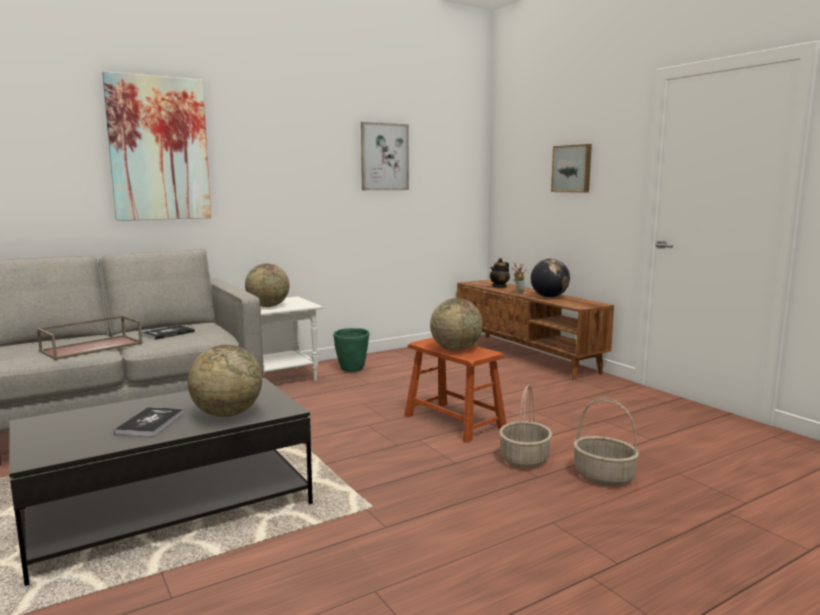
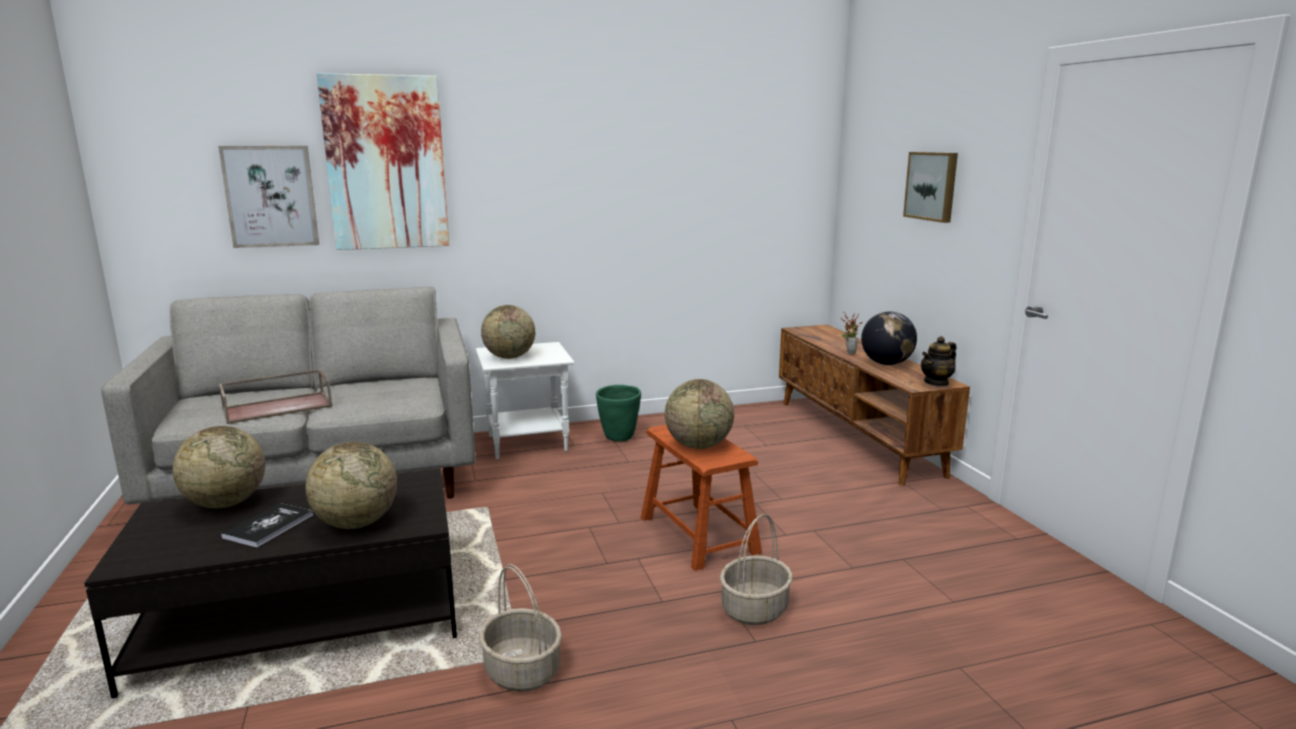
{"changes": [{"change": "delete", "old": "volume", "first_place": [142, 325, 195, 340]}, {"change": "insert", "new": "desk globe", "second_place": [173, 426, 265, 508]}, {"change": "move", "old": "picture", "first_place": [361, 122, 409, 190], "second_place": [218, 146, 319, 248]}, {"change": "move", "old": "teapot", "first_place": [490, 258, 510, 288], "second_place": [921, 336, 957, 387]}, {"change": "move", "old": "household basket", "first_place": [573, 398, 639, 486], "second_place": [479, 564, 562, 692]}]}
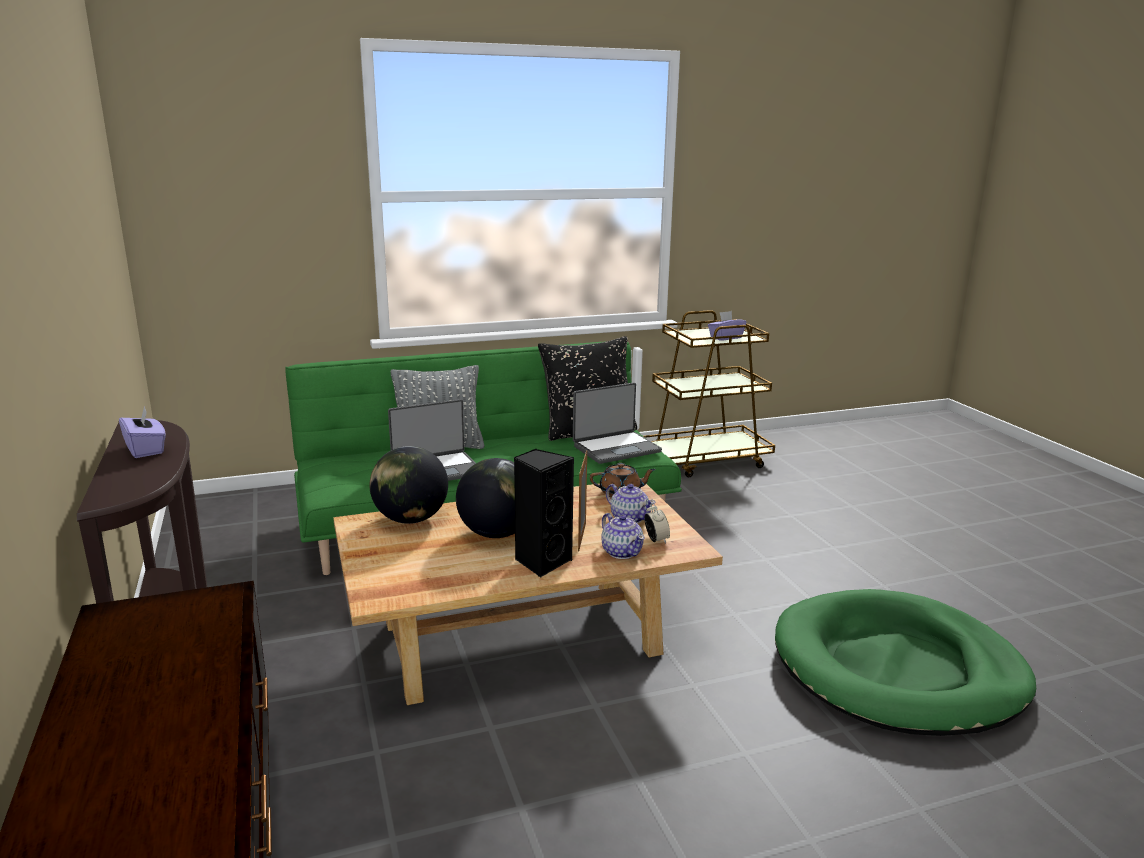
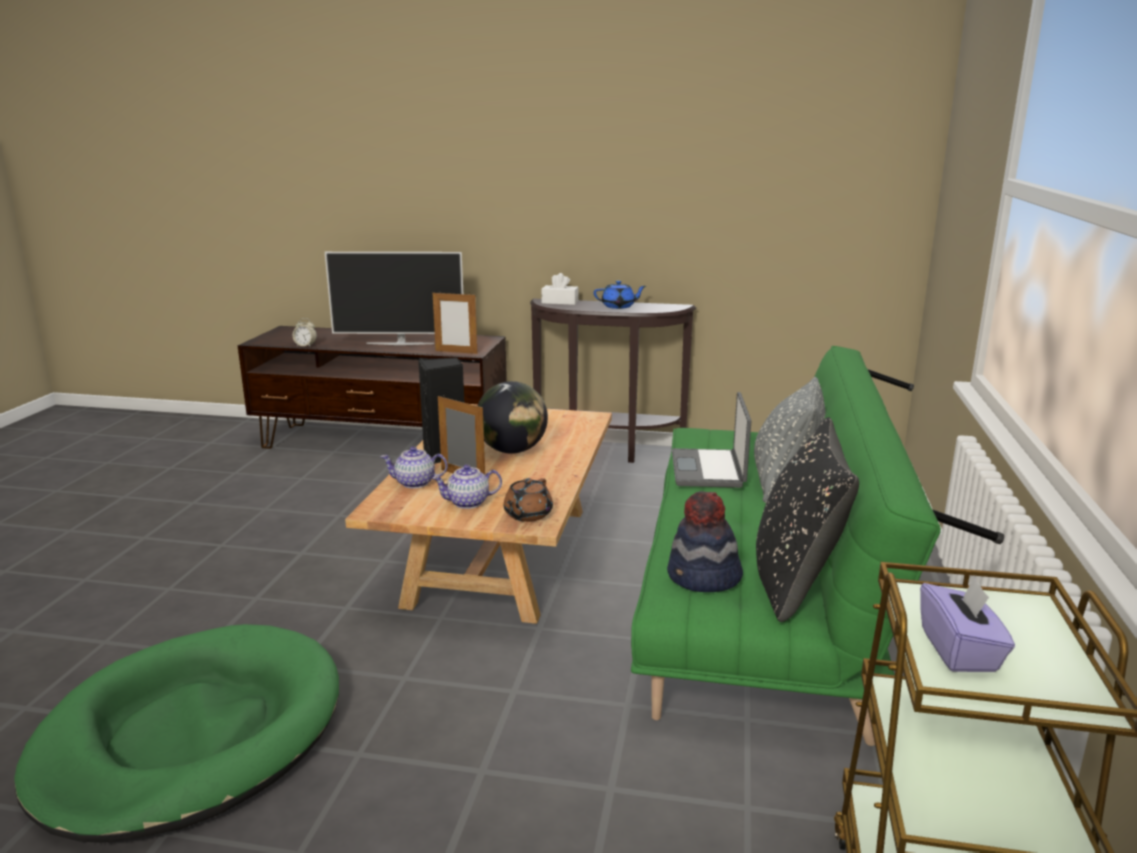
{"changes": [{"change": "delete", "old": "desk globe", "first_place": [370, 446, 448, 524]}, {"change": "insert", "new": "television", "second_place": [325, 252, 463, 345]}, {"change": "insert", "new": "picture frame", "second_place": [433, 292, 477, 354]}, {"change": "insert", "new": "tissue holder (white)", "second_place": [541, 273, 579, 305]}, {"change": "move", "old": "table clock", "first_place": [645, 503, 670, 543], "second_place": [293, 318, 317, 347]}, {"change": "replace", "old": "tissue holder (purplish)", "new": "teapot (bluish)", "first_place": [119, 408, 166, 458], "second_place": [594, 281, 646, 309]}, {"change": "replace", "old": "portable computer", "new": "hat", "first_place": [573, 382, 662, 464], "second_place": [667, 491, 743, 592]}]}
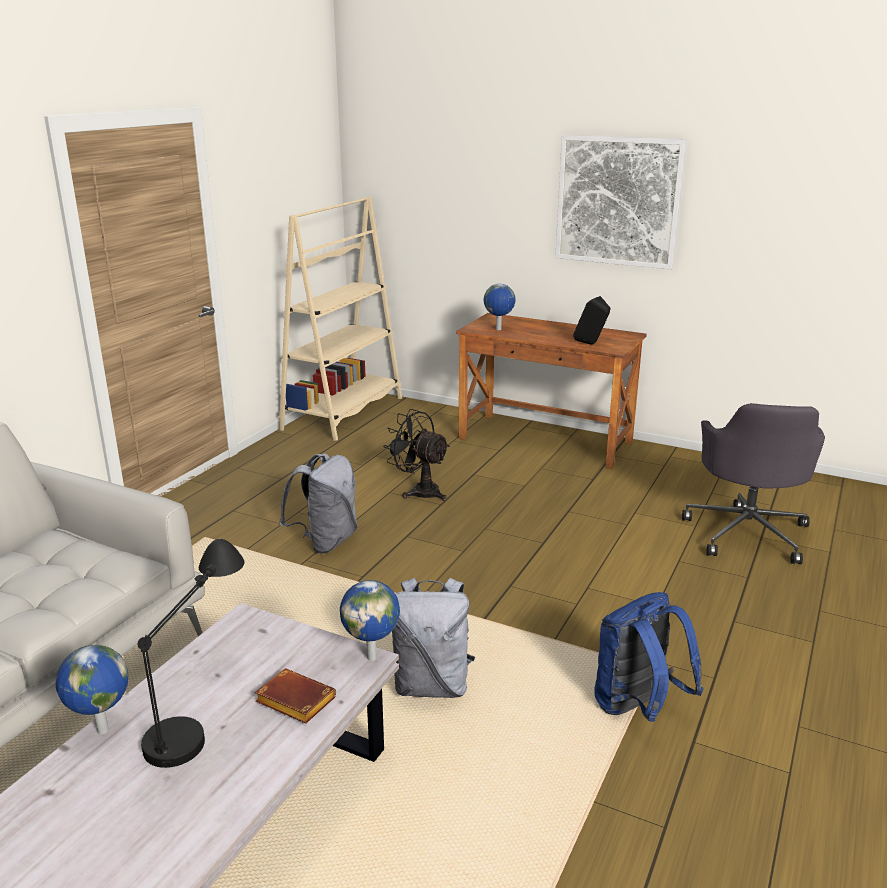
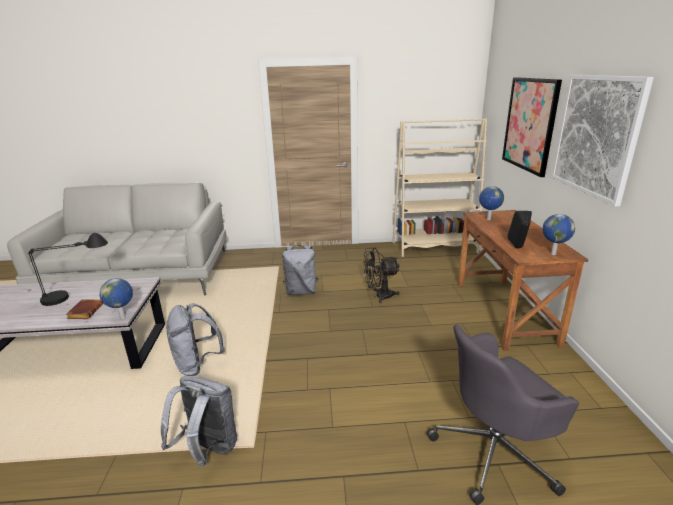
{"changes": [{"change": "insert", "new": "picture", "second_place": [502, 77, 562, 177]}, {"change": "move", "old": "desk globe", "first_place": [56, 645, 128, 734], "second_place": [542, 214, 575, 255]}, {"change": "recolor", "old": "knapsack (bluish)", "new": "knapsack (grey)", "first_place": [594, 592, 704, 722], "second_place": [161, 376, 237, 468]}, {"change": "rotate", "old": "cooling fan (black)", "first_place": [383, 409, 450, 501], "second_place": [363, 248, 400, 303], "degrees": -105}]}
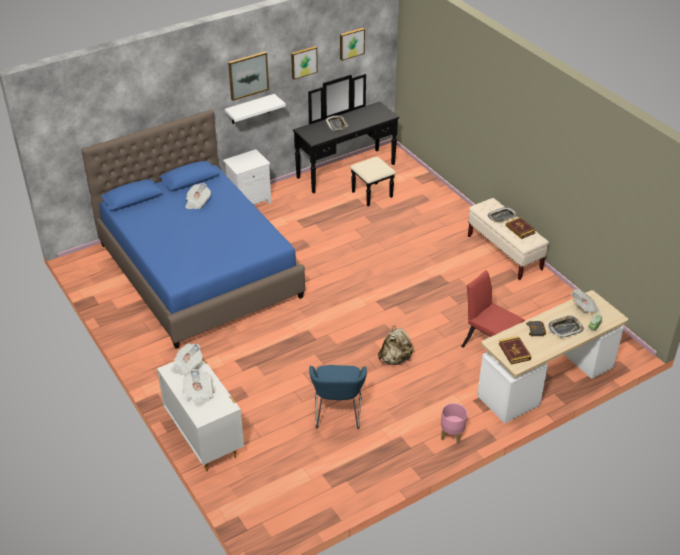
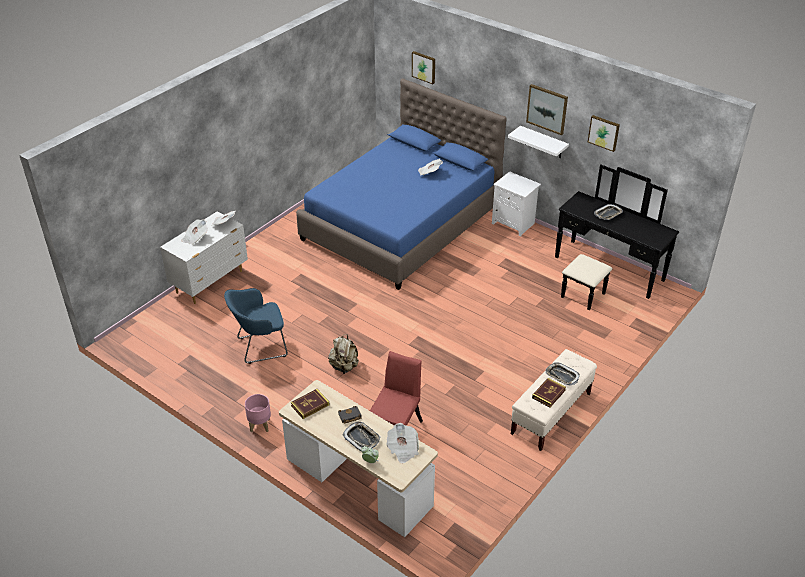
{"changes": [{"change": "move", "old": "picture", "first_place": [340, 28, 365, 61], "second_place": [412, 51, 435, 84]}]}
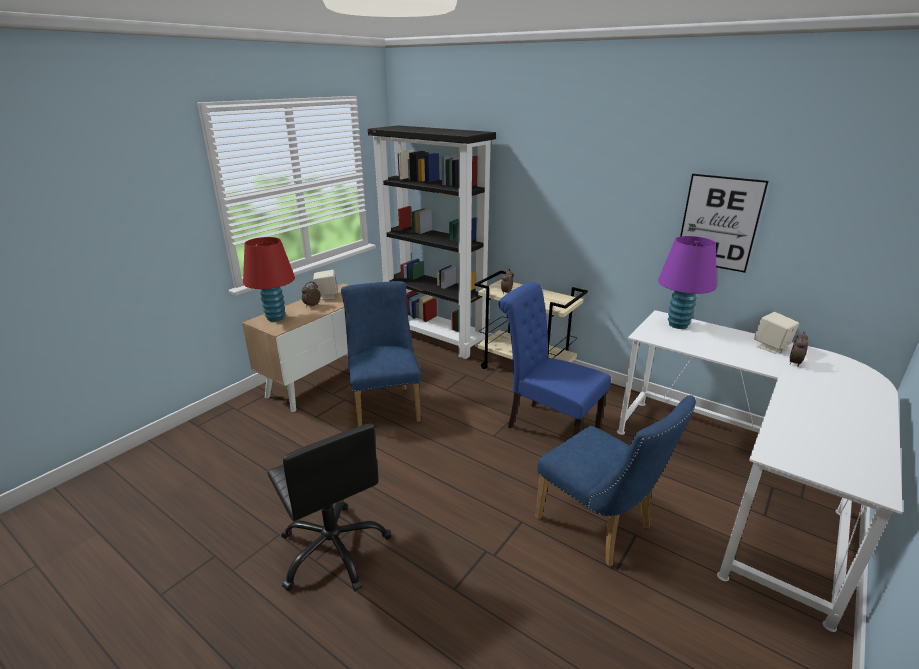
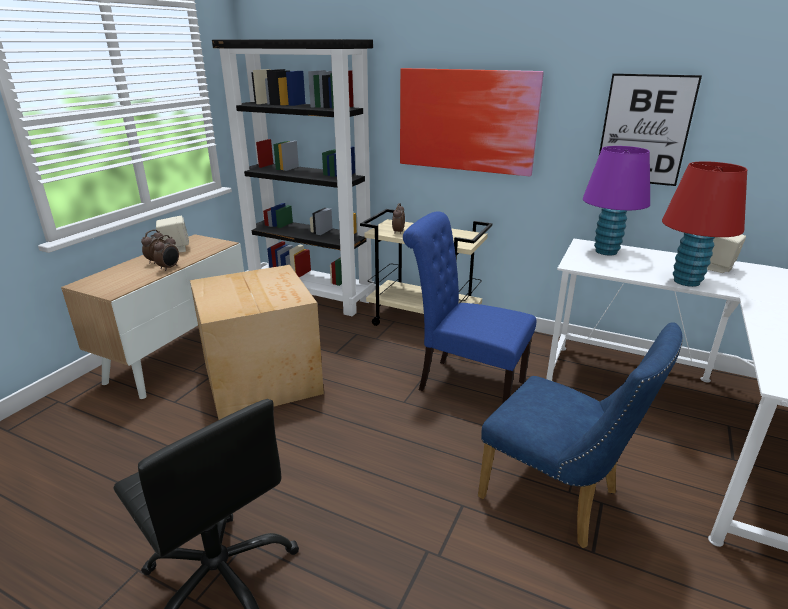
{"changes": [{"change": "insert", "new": "picture", "second_place": [400, 68, 544, 176]}, {"change": "move", "old": "tabletop lamp (reddish)", "first_place": [243, 237, 295, 322], "second_place": [662, 161, 747, 287]}, {"change": "move", "old": "table clock", "first_place": [790, 331, 808, 367], "second_place": [154, 235, 179, 271]}, {"change": "replace", "old": "chair (bluish)", "new": "cardboard box", "first_place": [341, 281, 421, 427], "second_place": [190, 265, 324, 420]}]}
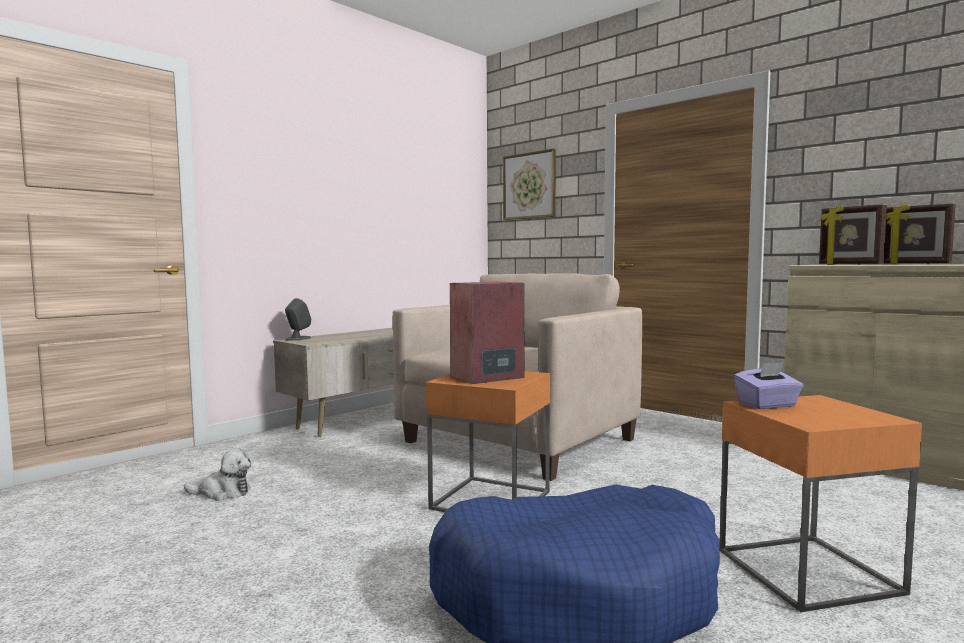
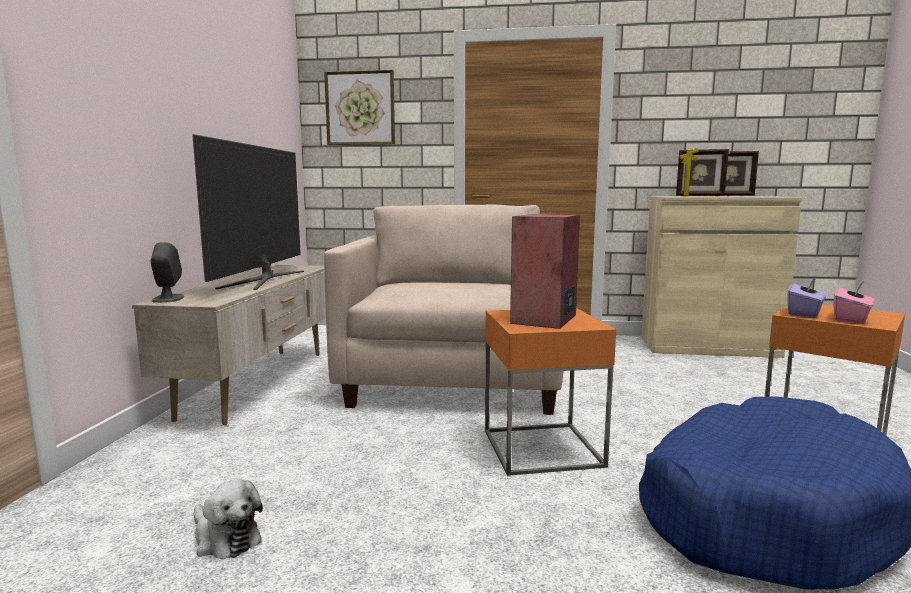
{"changes": [{"change": "insert", "new": "television", "second_place": [192, 134, 304, 290]}, {"change": "insert", "new": "tissue holder (pinkish)", "second_place": [833, 282, 874, 324]}, {"change": "rotate", "old": "soft toy", "first_place": [184, 448, 251, 501], "second_place": [194, 479, 263, 559], "degrees": 75}]}
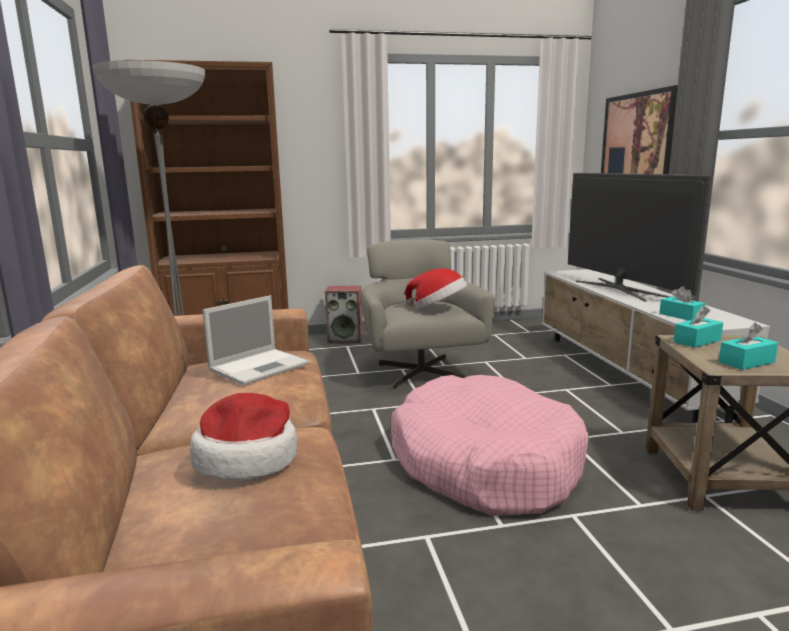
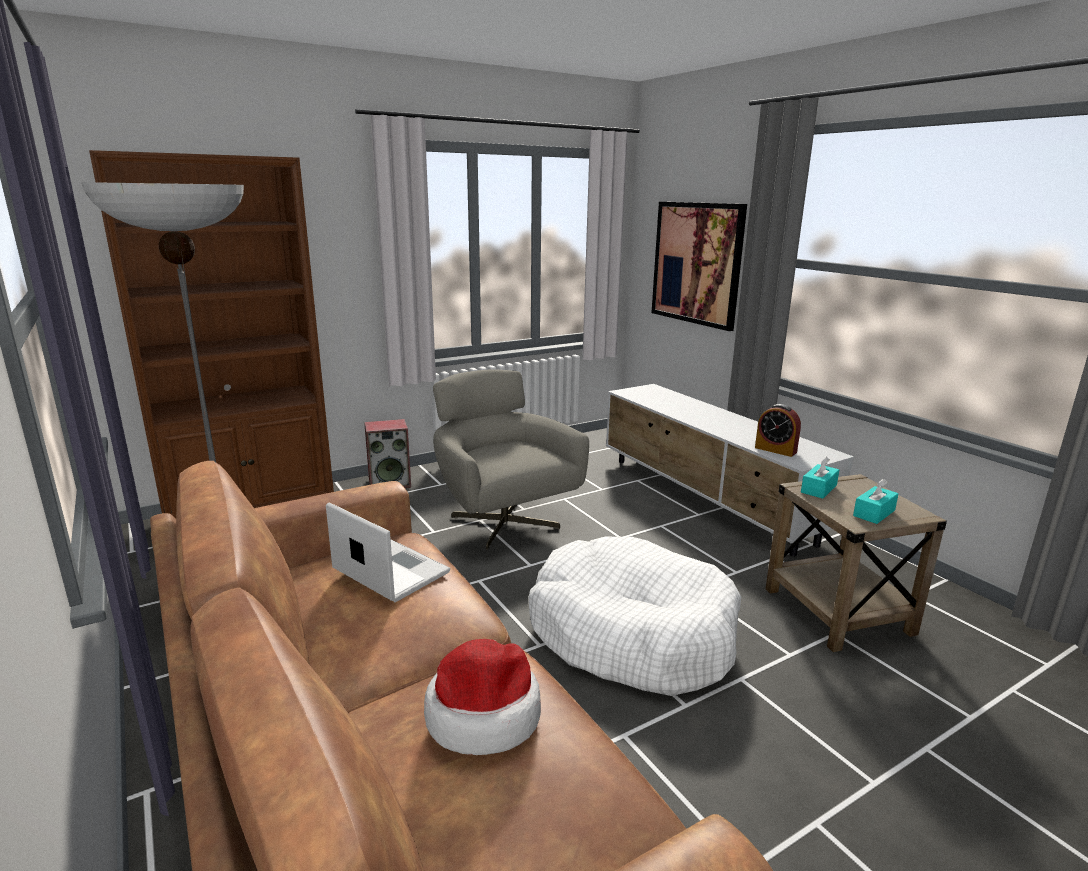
{"changes": [{"change": "delete", "old": "hat", "first_place": [405, 268, 467, 309]}, {"change": "delete", "old": "television", "first_place": [568, 173, 711, 302]}, {"change": "replace", "old": "tissue holder (turquoise)", "new": "table clock", "first_place": [659, 286, 705, 320], "second_place": [755, 404, 801, 457]}, {"change": "recolor", "old": "dog bed (pinkish)", "new": "dog bed (white)", "first_place": [391, 375, 589, 516], "second_place": [529, 536, 741, 696]}, {"change": "rotate", "old": "portable computer", "first_place": [202, 295, 310, 385], "second_place": [326, 502, 450, 602], "degrees": -75}]}
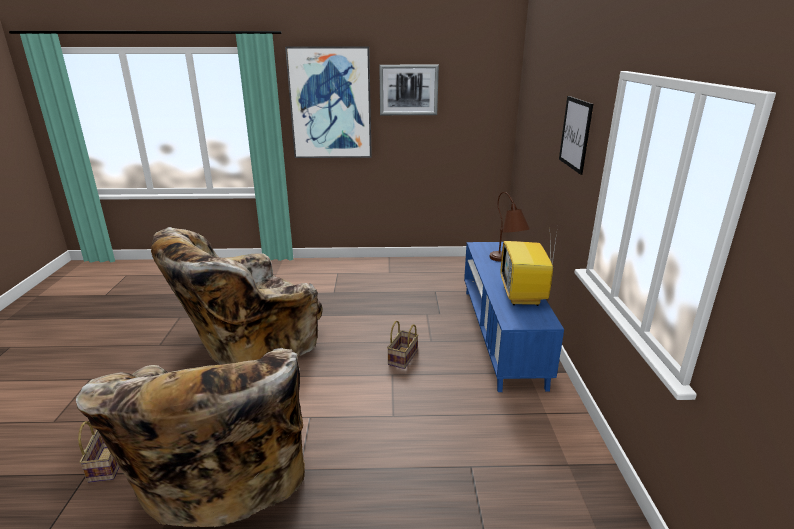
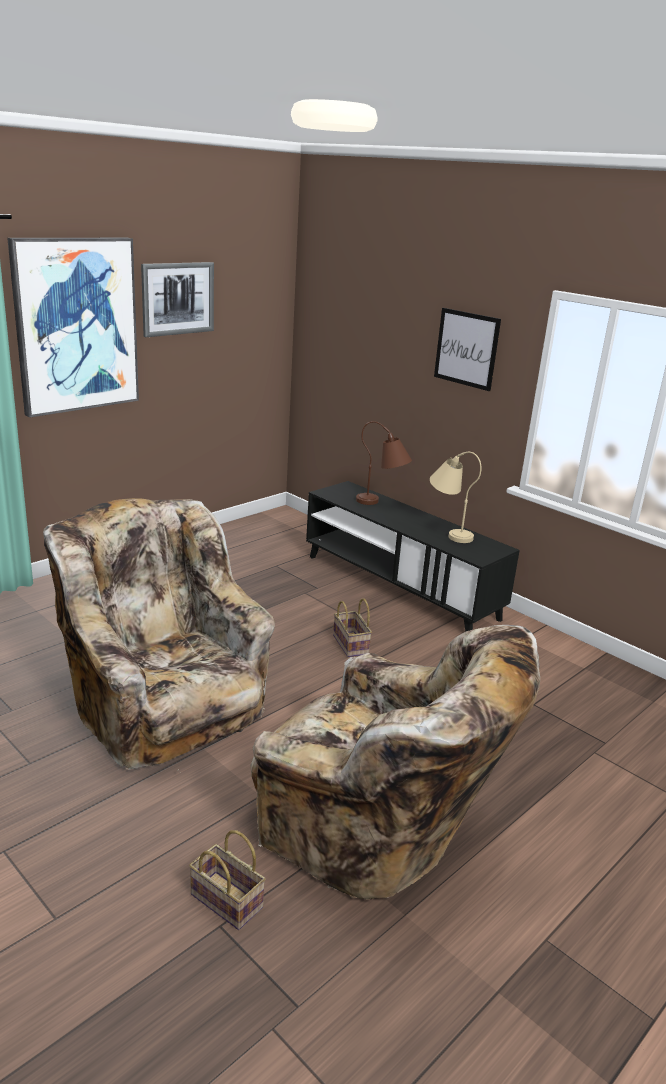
{"changes": [{"change": "replace", "old": "television", "new": "tabletop lamp (beige)", "first_place": [500, 226, 558, 306], "second_place": [430, 452, 482, 543]}, {"change": "recolor", "old": "media console (bluish)", "new": "media console (black)", "first_place": [464, 242, 564, 392], "second_place": [306, 481, 520, 632]}, {"change": "rotate", "old": "armchair (beige)", "first_place": [151, 227, 323, 365], "second_place": [43, 498, 275, 773], "degrees": 135}]}
